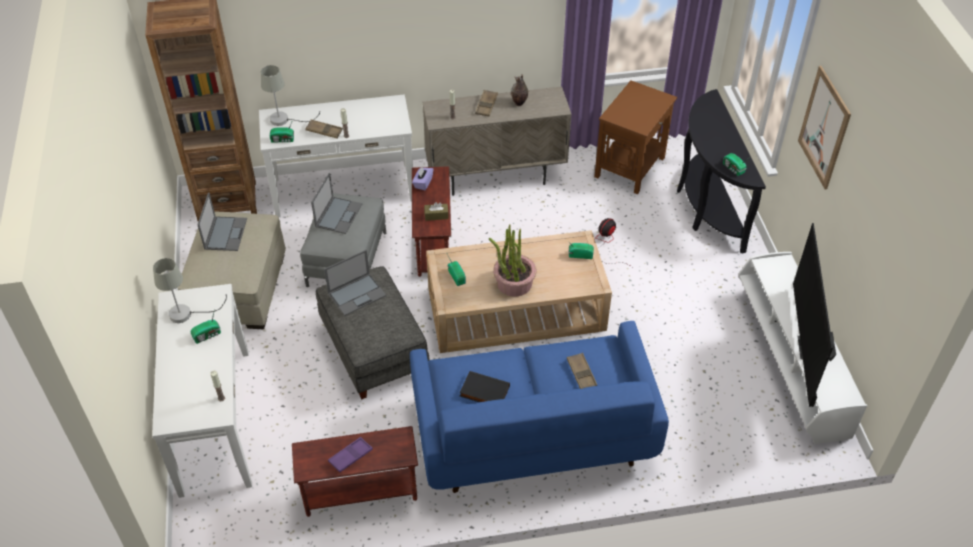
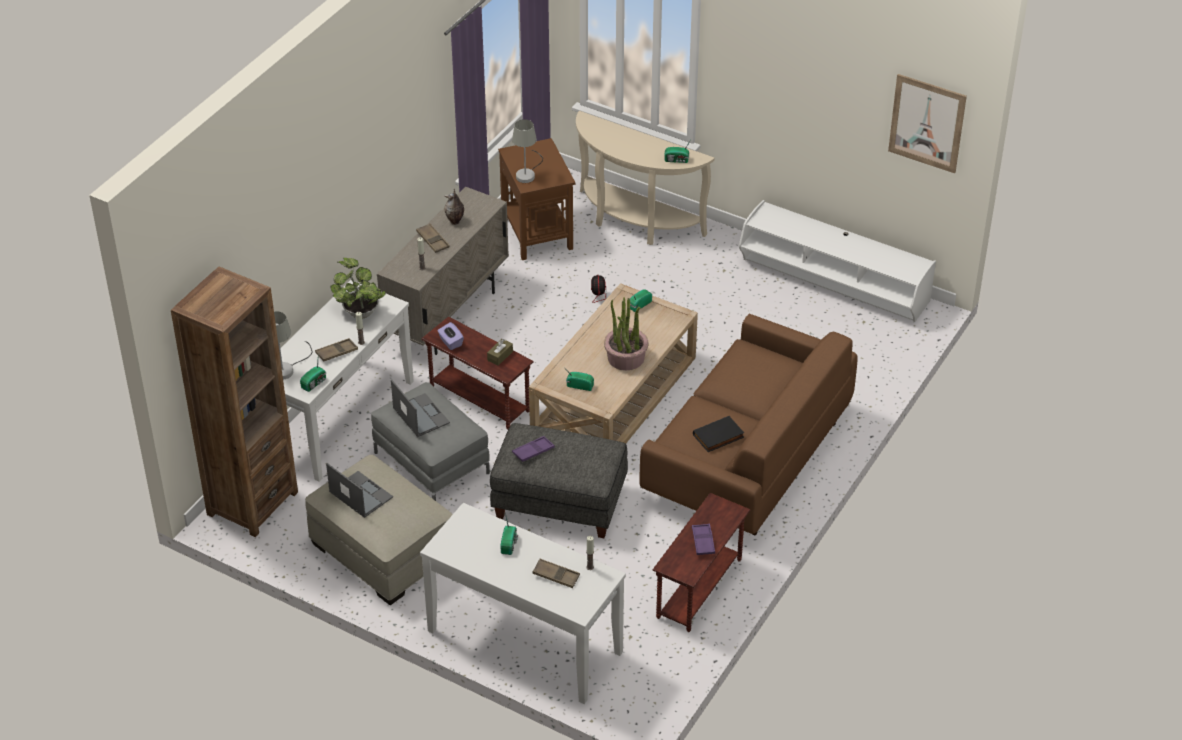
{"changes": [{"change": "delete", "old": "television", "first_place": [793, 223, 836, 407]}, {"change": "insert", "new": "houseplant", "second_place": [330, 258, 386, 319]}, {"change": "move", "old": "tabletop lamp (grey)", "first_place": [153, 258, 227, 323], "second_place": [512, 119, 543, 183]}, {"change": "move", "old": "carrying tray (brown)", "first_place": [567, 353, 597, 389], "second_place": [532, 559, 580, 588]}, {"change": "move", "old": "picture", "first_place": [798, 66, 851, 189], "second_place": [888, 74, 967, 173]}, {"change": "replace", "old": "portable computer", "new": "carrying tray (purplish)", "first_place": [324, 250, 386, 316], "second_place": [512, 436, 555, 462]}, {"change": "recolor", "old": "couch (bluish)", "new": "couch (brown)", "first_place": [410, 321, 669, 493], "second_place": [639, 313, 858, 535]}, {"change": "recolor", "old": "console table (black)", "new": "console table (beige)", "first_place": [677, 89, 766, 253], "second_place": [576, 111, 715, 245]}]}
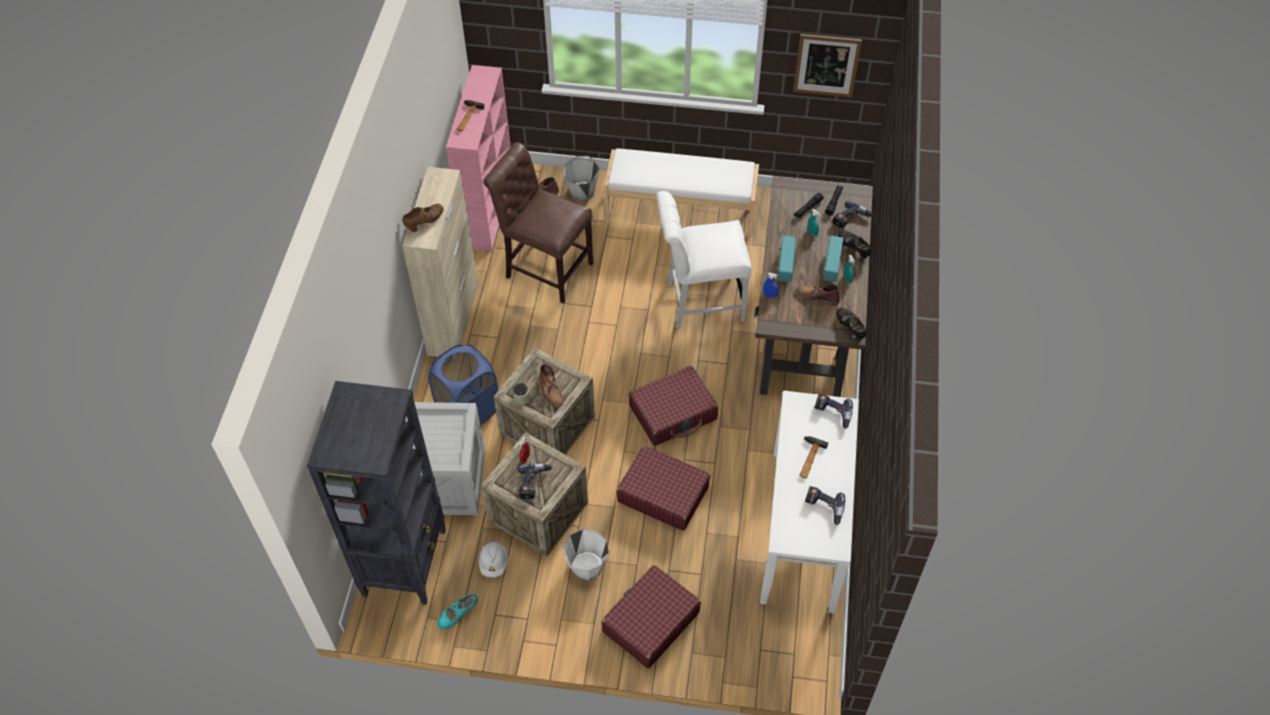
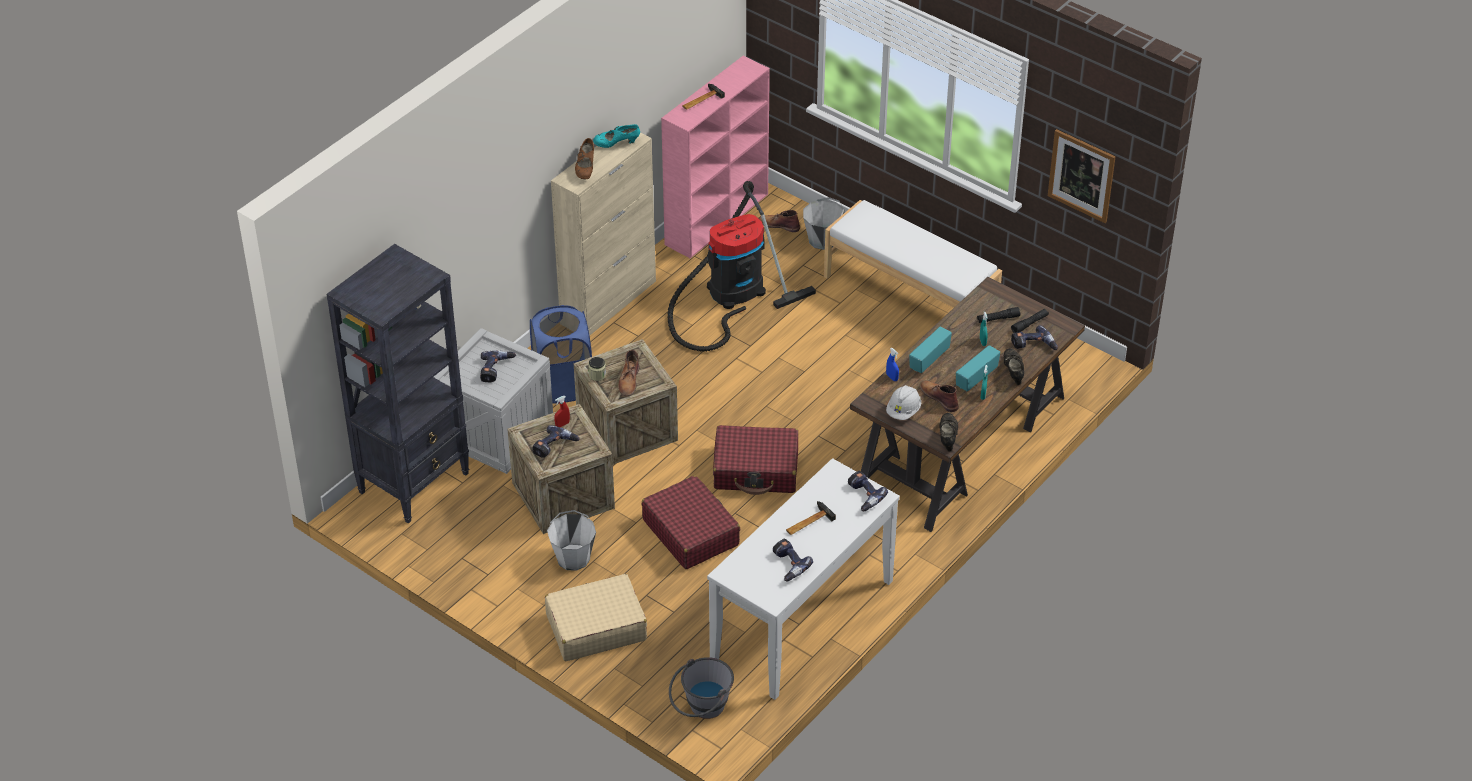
{"changes": [{"change": "delete", "old": "chair (white)", "first_place": [656, 191, 751, 328]}, {"change": "insert", "new": "drill", "second_place": [480, 350, 516, 382]}, {"change": "insert", "new": "bucket (grey)", "second_place": [669, 657, 734, 719]}, {"change": "move", "old": "shoe (turquoise)", "first_place": [437, 594, 478, 630], "second_place": [593, 124, 640, 148]}, {"change": "move", "old": "hard hat (white)", "first_place": [479, 542, 508, 577], "second_place": [886, 385, 921, 420]}, {"change": "replace", "old": "chair (brown)", "new": "hoover", "first_place": [483, 142, 593, 304], "second_place": [667, 181, 816, 352]}, {"change": "recolor", "old": "travel case (reddish)", "new": "travel case (beige)", "first_place": [601, 565, 701, 668], "second_place": [545, 574, 647, 661]}, {"change": "rotate", "old": "shoe (brown)", "first_place": [403, 203, 444, 232], "second_place": [575, 138, 594, 179], "degrees": 105}]}
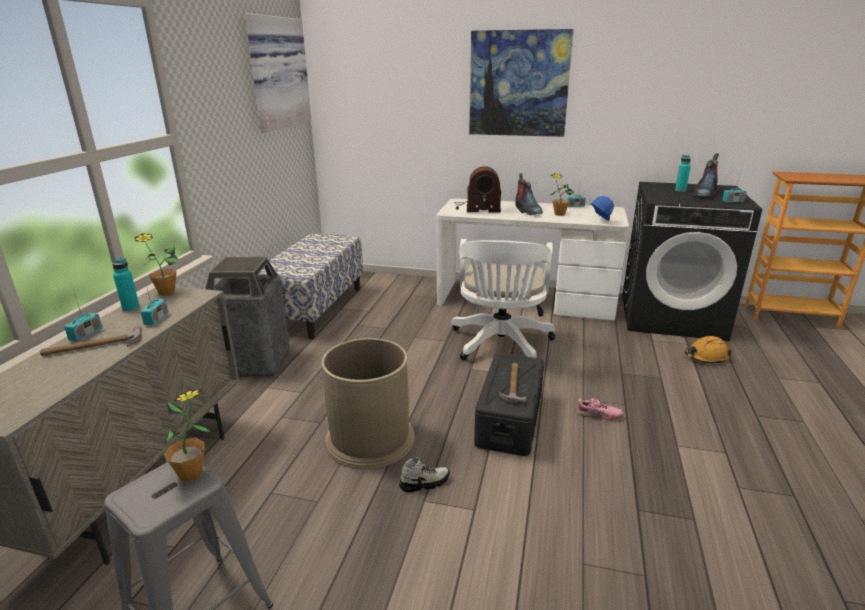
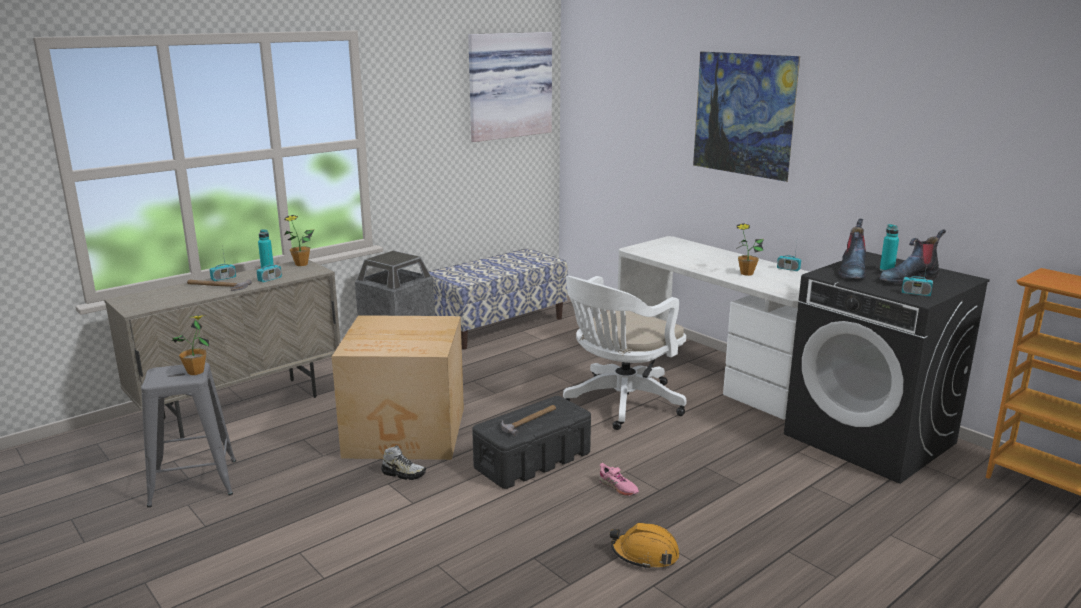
{"changes": [{"change": "delete", "old": "radio set", "first_place": [454, 166, 501, 212]}, {"change": "delete", "old": "hard hat (bluish)", "first_place": [590, 196, 614, 221]}, {"change": "move", "old": "boot", "first_place": [515, 173, 543, 215], "second_place": [838, 219, 866, 279]}, {"change": "move", "old": "hard hat (orangey)", "first_place": [685, 336, 731, 364], "second_place": [610, 523, 679, 570]}, {"change": "replace", "old": "rubbish bin (brown)", "new": "cardboard box", "first_place": [321, 338, 415, 469], "second_place": [331, 315, 464, 460]}]}
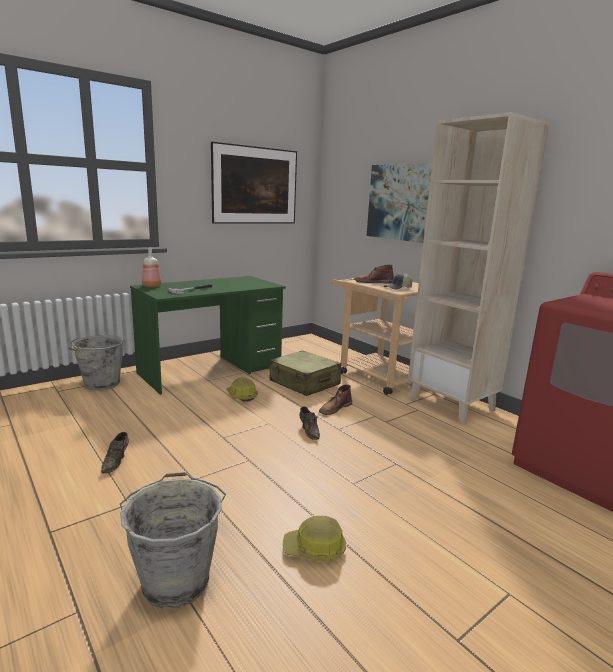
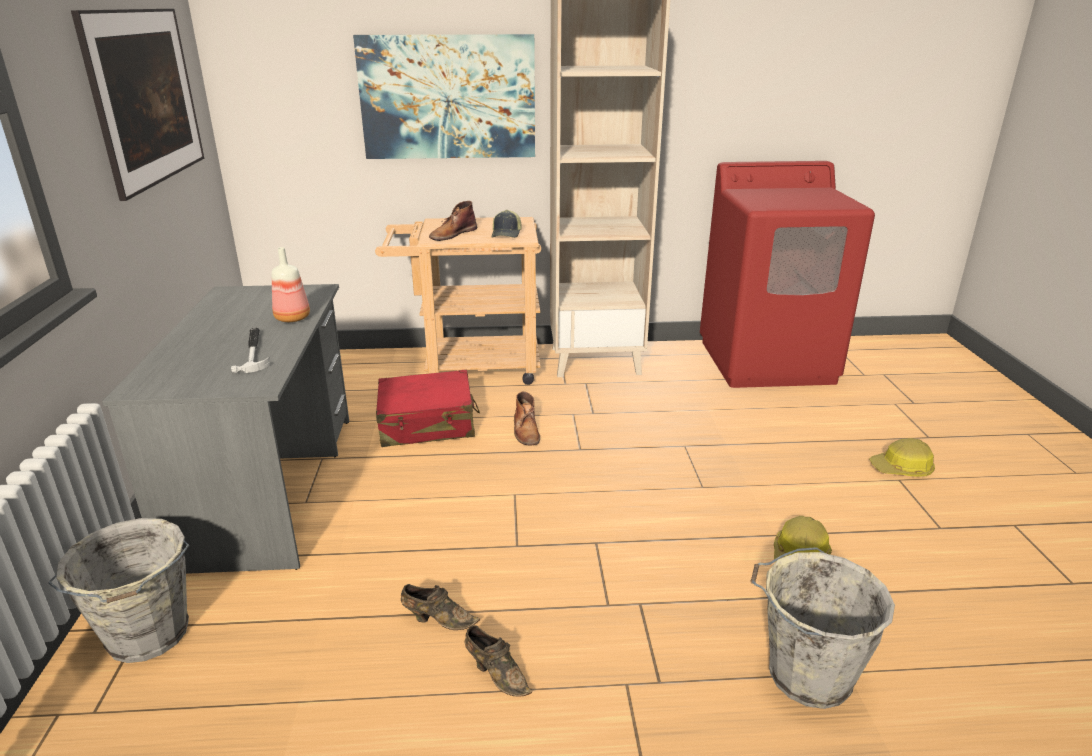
{"changes": [{"change": "move", "old": "beverage bottle", "first_place": [142, 248, 161, 287], "second_place": [272, 247, 310, 322]}, {"change": "move", "old": "hard hat", "first_place": [226, 377, 258, 402], "second_place": [869, 438, 935, 476]}, {"change": "move", "old": "shoe (brown)", "first_place": [299, 406, 320, 440], "second_place": [401, 584, 480, 630]}, {"change": "recolor", "old": "desk unit (green)", "new": "desk unit (grey)", "first_place": [130, 276, 286, 395], "second_place": [102, 284, 349, 574]}, {"change": "recolor", "old": "travel case (beige)", "new": "travel case (reddish)", "first_place": [269, 351, 341, 396], "second_place": [376, 370, 480, 447]}]}
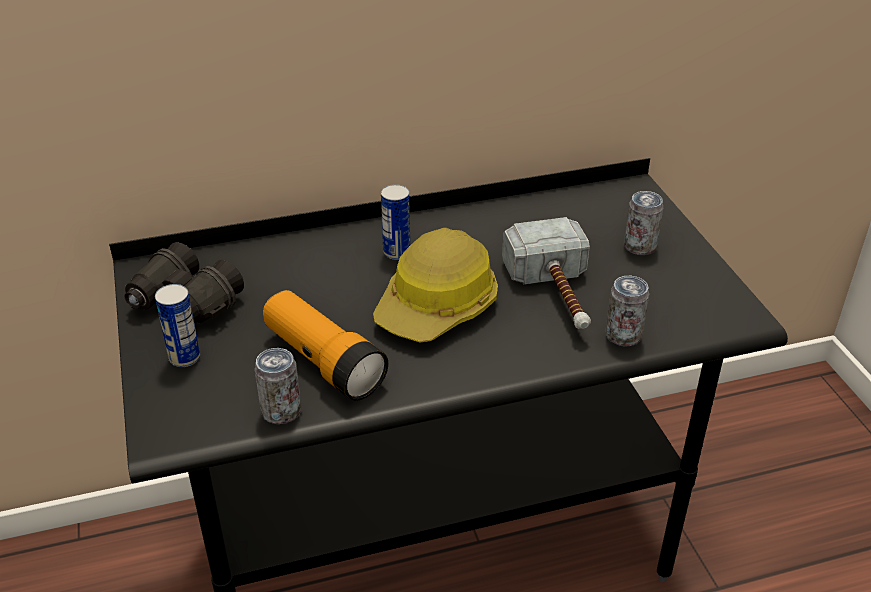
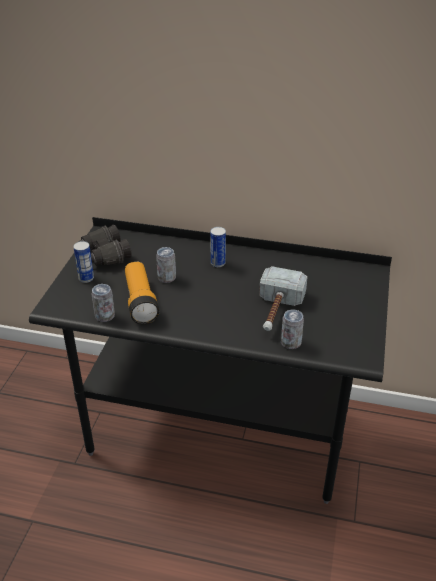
{"changes": [{"change": "delete", "old": "hard hat", "first_place": [373, 228, 498, 342]}, {"change": "move", "old": "sealed can", "first_place": [624, 191, 663, 255], "second_place": [156, 247, 176, 283]}]}
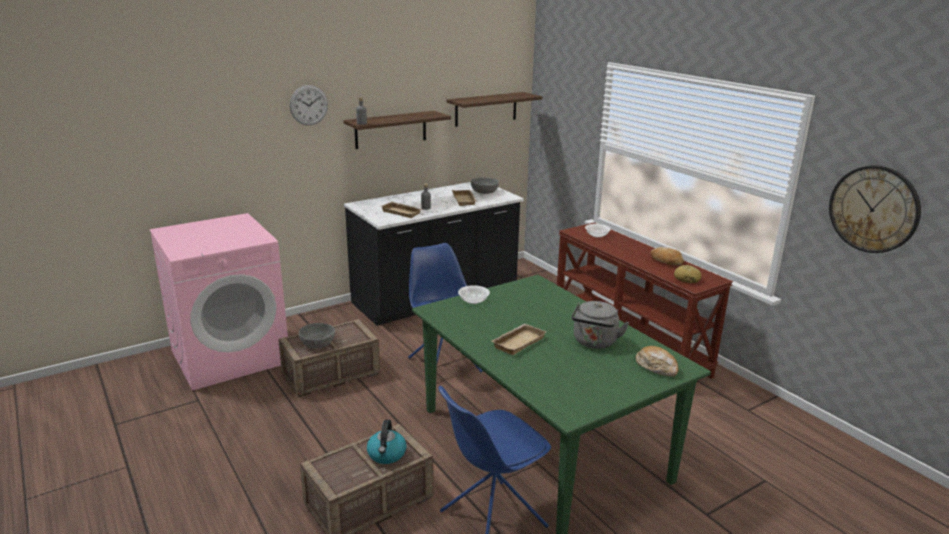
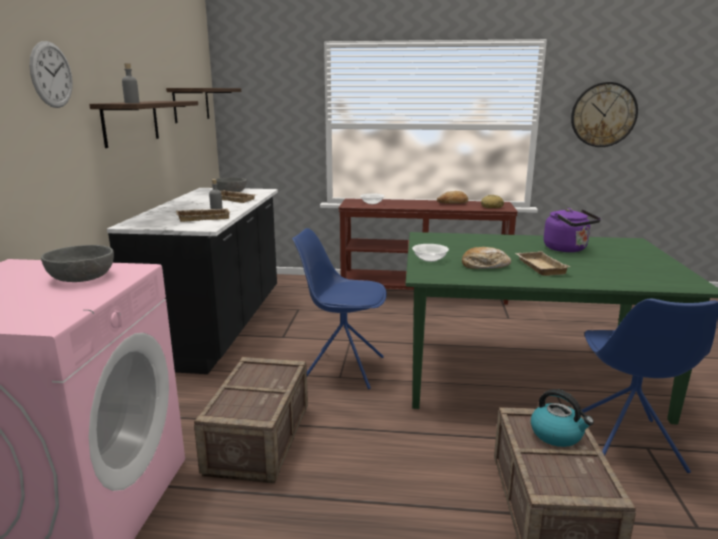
{"changes": [{"change": "move", "old": "serving bowl (grey)", "first_place": [299, 323, 335, 348], "second_place": [41, 245, 114, 282]}, {"change": "move", "old": "bakery bread", "first_place": [636, 346, 678, 377], "second_place": [462, 247, 511, 269]}, {"change": "recolor", "old": "tea kettle (grey)", "new": "tea kettle (purplish)", "first_place": [572, 301, 629, 349], "second_place": [544, 208, 601, 252]}]}
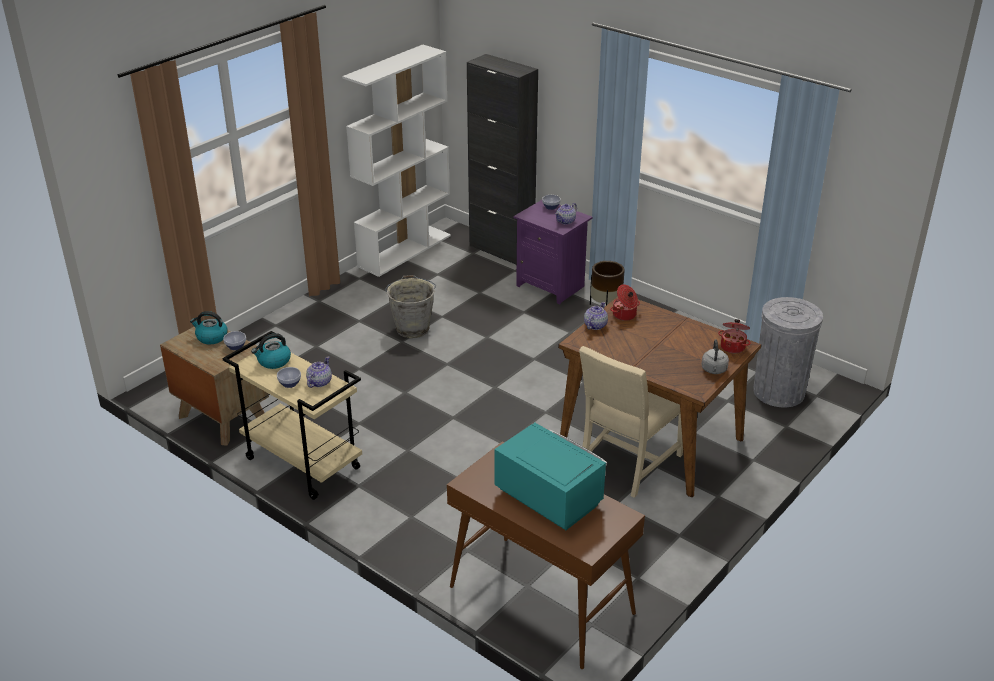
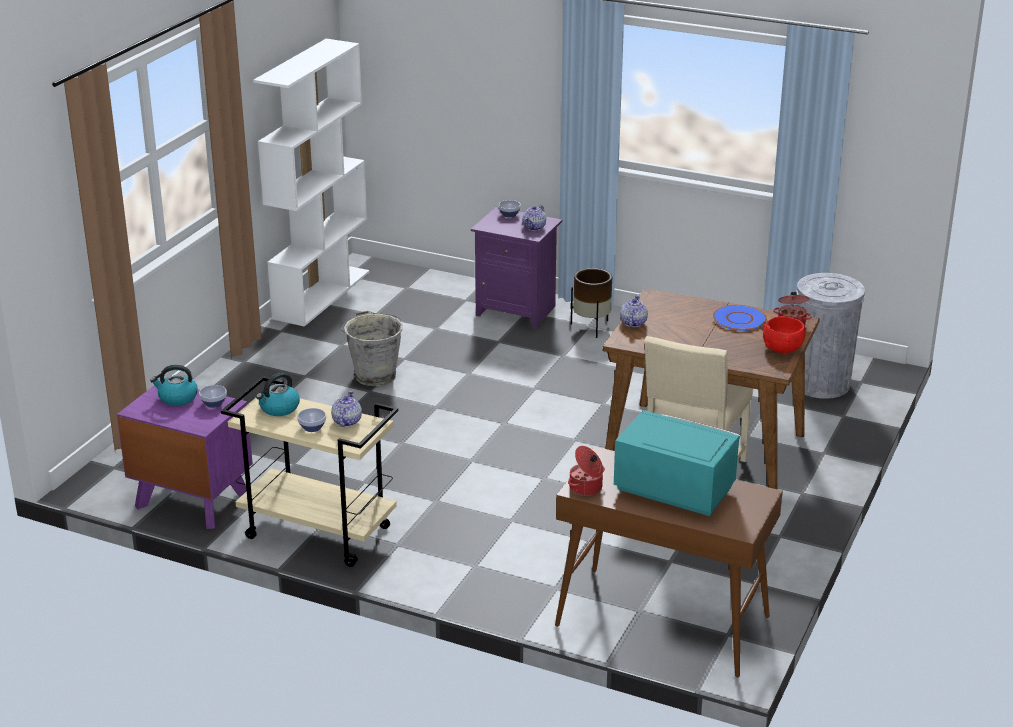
{"changes": [{"change": "delete", "old": "cupboard (black)", "first_place": [467, 54, 538, 266]}, {"change": "insert", "new": "plate (bluish)", "second_place": [713, 305, 767, 331]}, {"change": "move", "old": "cooking pot", "first_place": [610, 284, 640, 321], "second_place": [568, 446, 605, 496]}, {"change": "replace", "old": "tea kettle (grey)", "new": "serving bowl (reddish)", "first_place": [701, 339, 729, 374], "second_place": [763, 316, 806, 353]}, {"change": "recolor", "old": "bedside table (brown)", "new": "bedside table (purplish)", "first_place": [160, 327, 269, 446], "second_place": [117, 381, 253, 529]}]}
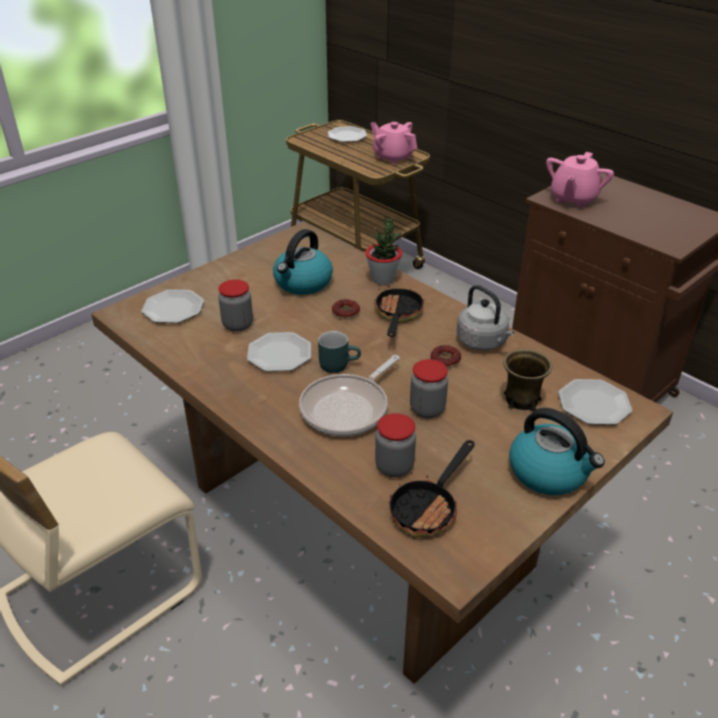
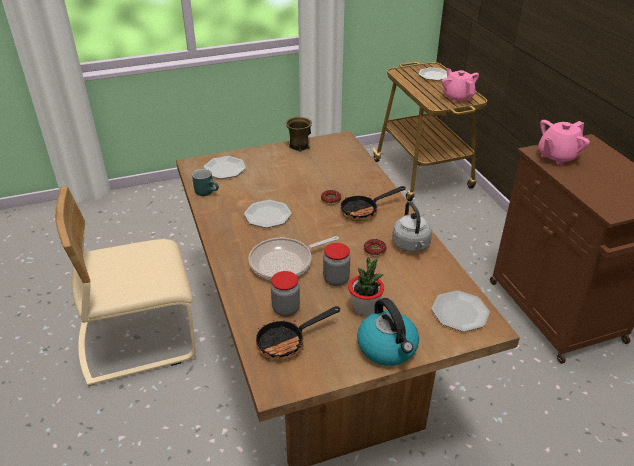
{"changes": [{"change": "delete", "old": "jar", "first_place": [218, 279, 253, 332]}, {"change": "delete", "old": "tea kettle", "first_place": [273, 229, 333, 295]}, {"change": "move", "old": "coffee mug (turquoise)", "first_place": [318, 331, 361, 373], "second_place": [192, 169, 219, 196]}, {"change": "move", "old": "houseplant", "first_place": [365, 217, 402, 285], "second_place": [348, 257, 384, 316]}, {"change": "move", "old": "coffee mug (brown)", "first_place": [503, 349, 553, 411], "second_place": [285, 117, 312, 151]}, {"change": "rotate", "old": "skillet", "first_place": [374, 285, 424, 337], "second_place": [341, 186, 406, 221], "degrees": -150}]}
